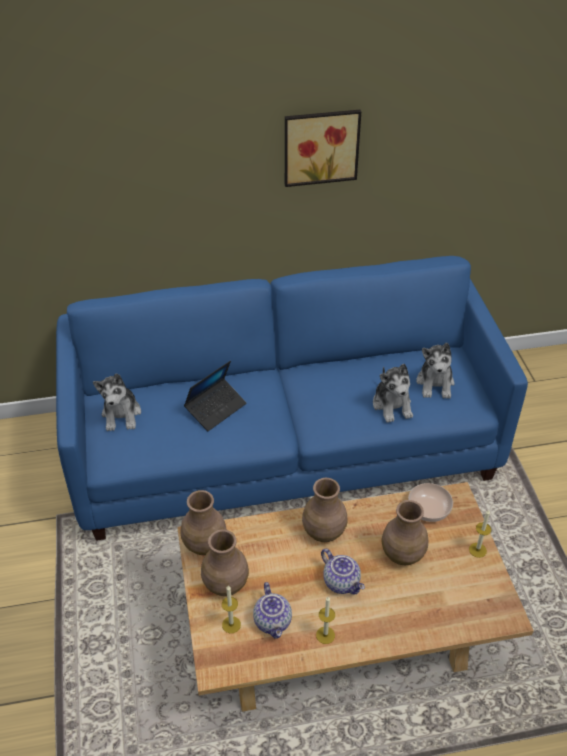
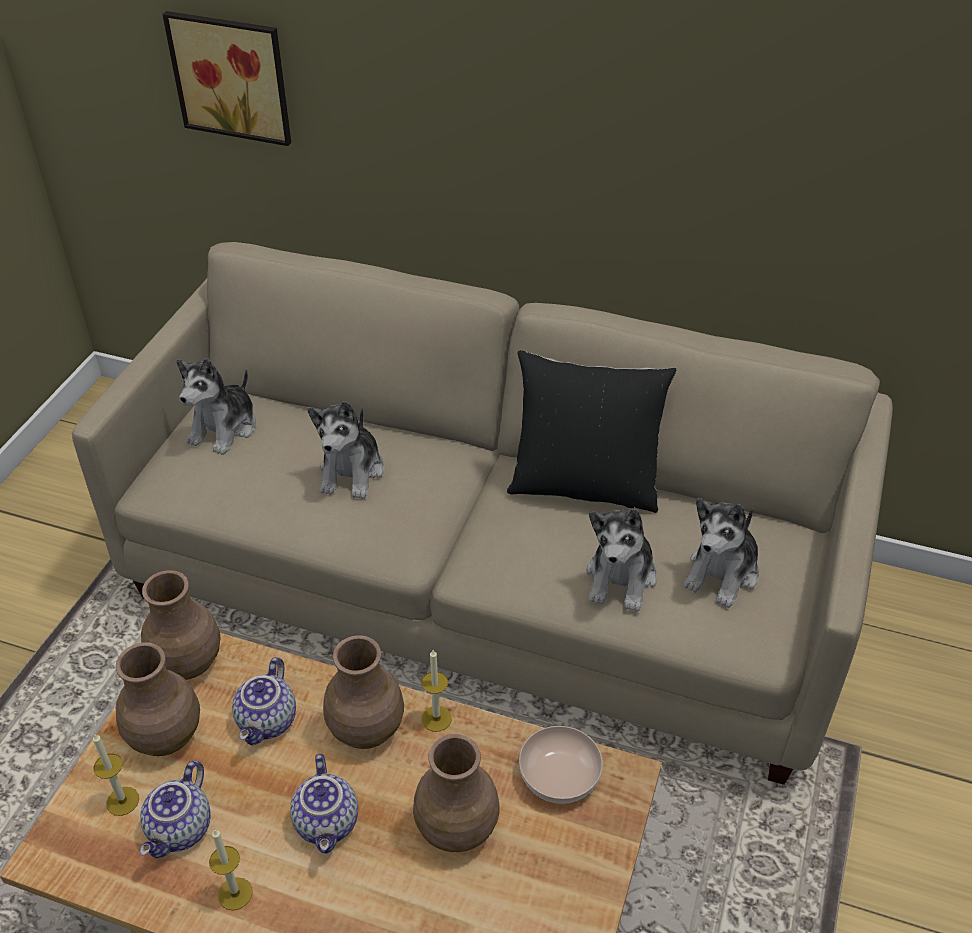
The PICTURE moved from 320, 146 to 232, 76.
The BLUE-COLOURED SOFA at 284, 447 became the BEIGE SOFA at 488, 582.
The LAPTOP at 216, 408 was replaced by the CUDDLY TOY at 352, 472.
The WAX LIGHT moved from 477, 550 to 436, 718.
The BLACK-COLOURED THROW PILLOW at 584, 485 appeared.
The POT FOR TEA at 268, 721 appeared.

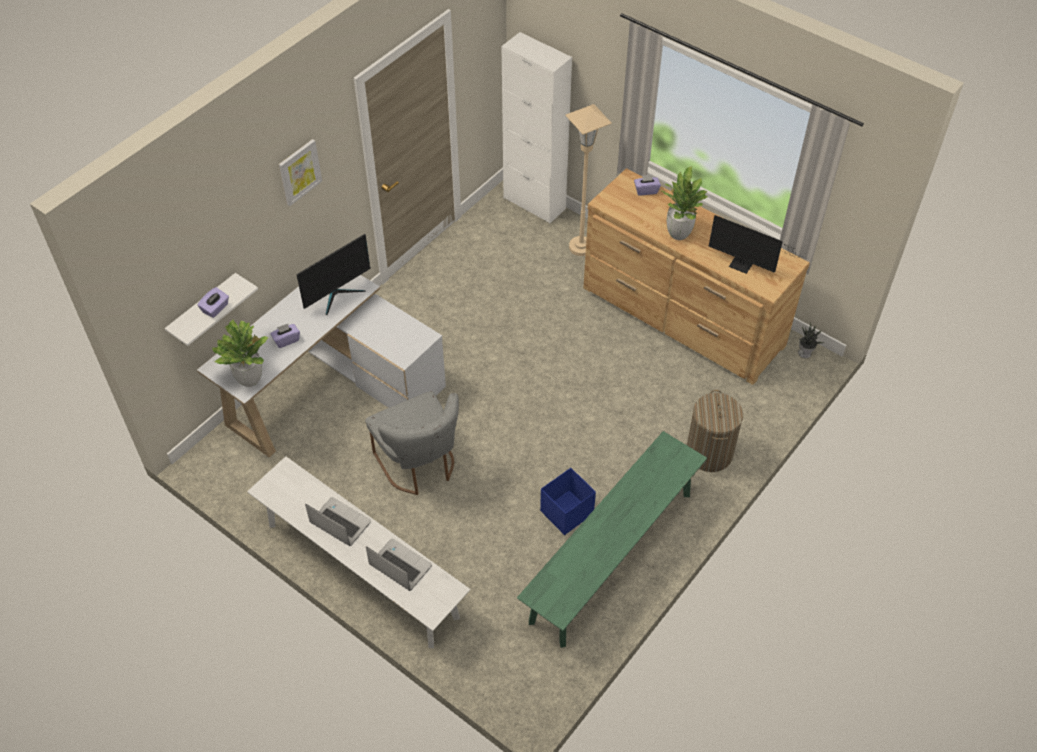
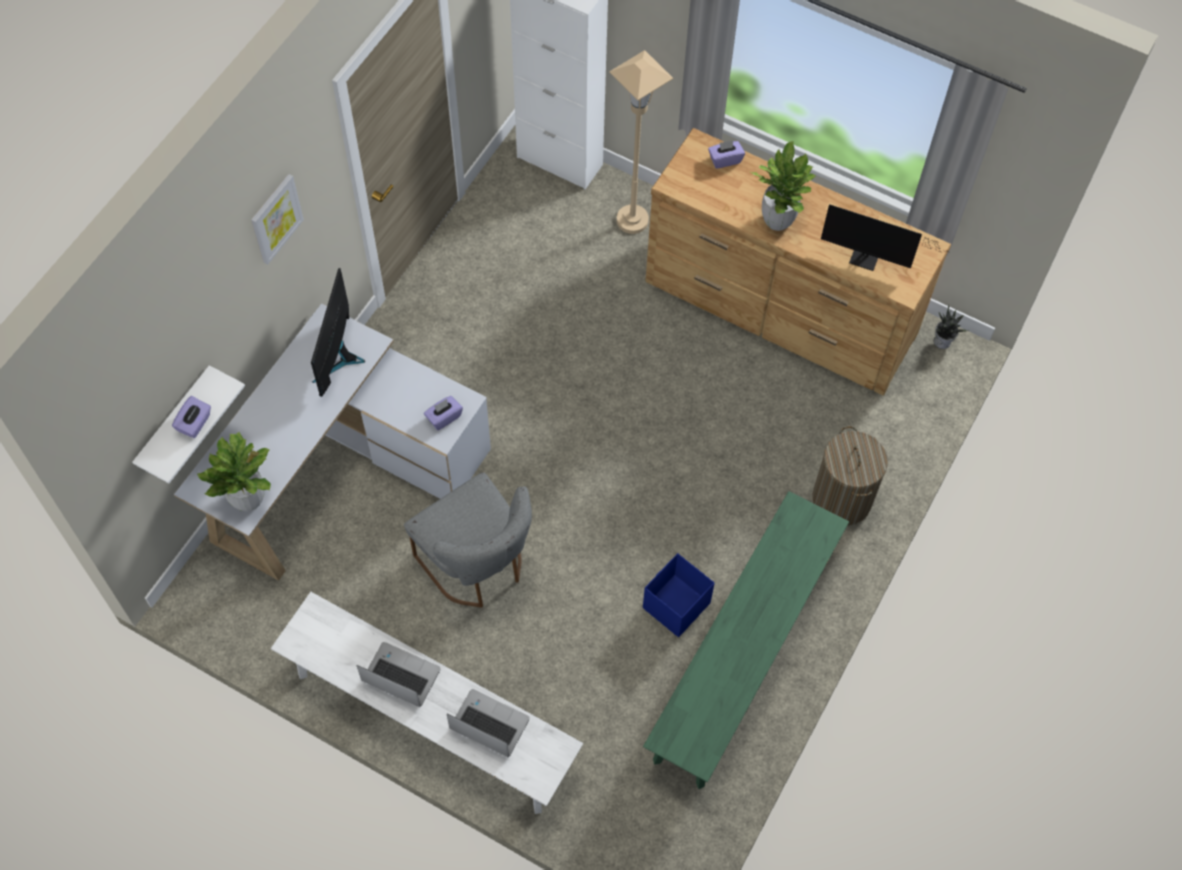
The COMPUTER SCREEN at 337, 294 turned 150 degrees clockwise.
The PURPLE-COLOURED TISSUE BOX moved from 286, 340 to 444, 417.

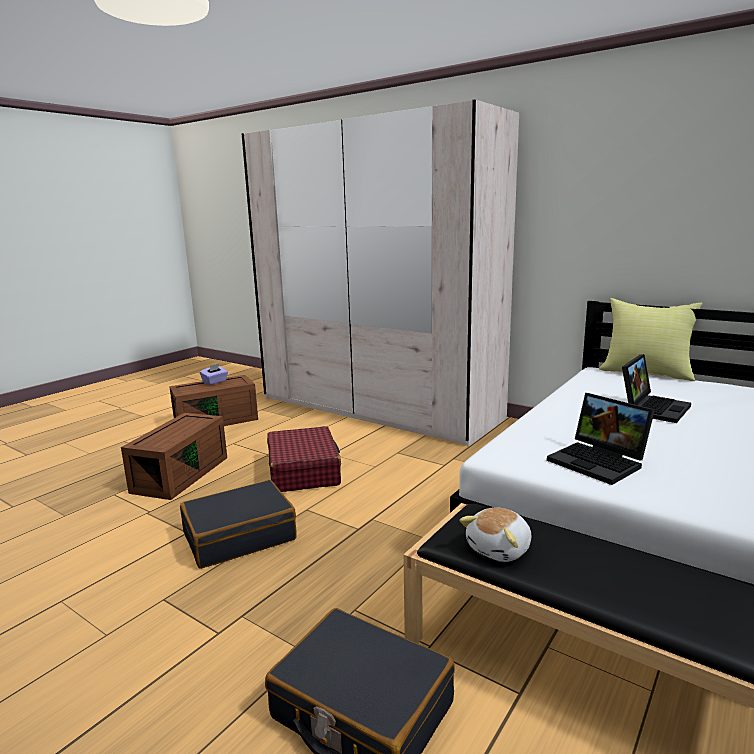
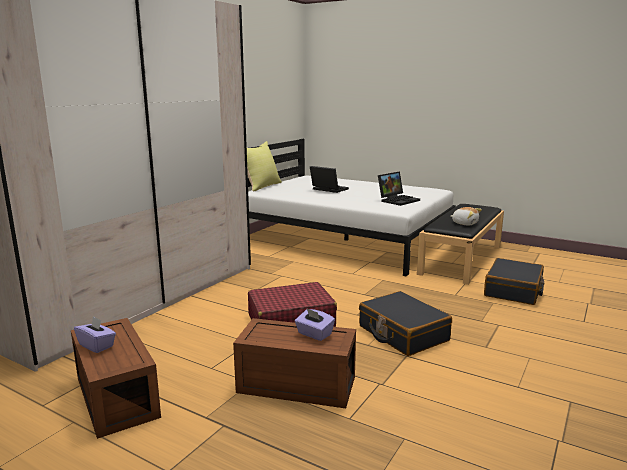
The PURPLE-COLOURED TISSUE BOX at 314, 334 appeared.

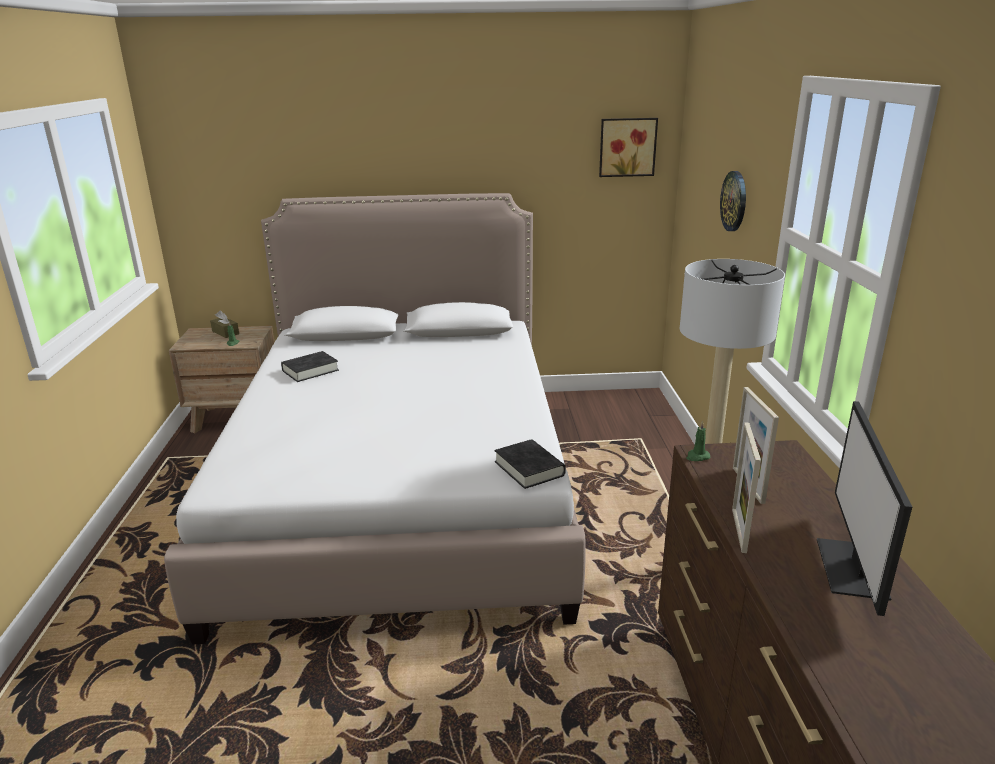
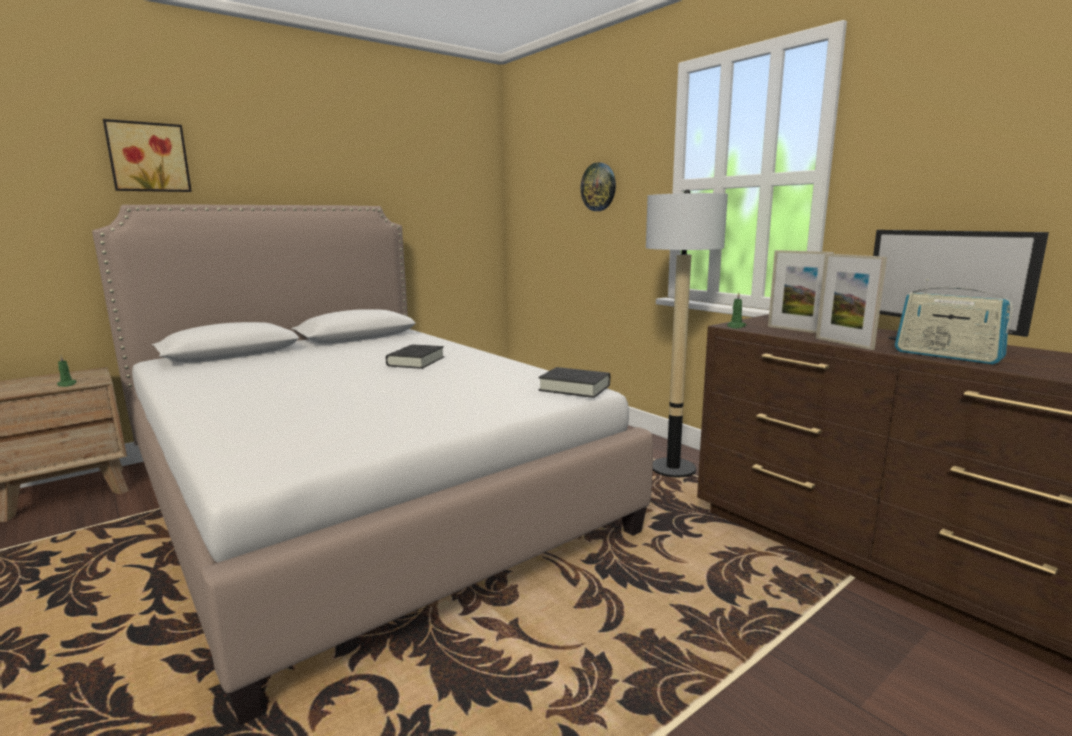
The PICTURE moved from 627, 147 to 148, 157.
The BROWN-COLOURED TISSUE BOX at 225, 333 disappeared.
The BLACK-COLOURED VOLUME moved from 310, 370 to 416, 361.
The RADIO RECEIVER at 946, 356 appeared.

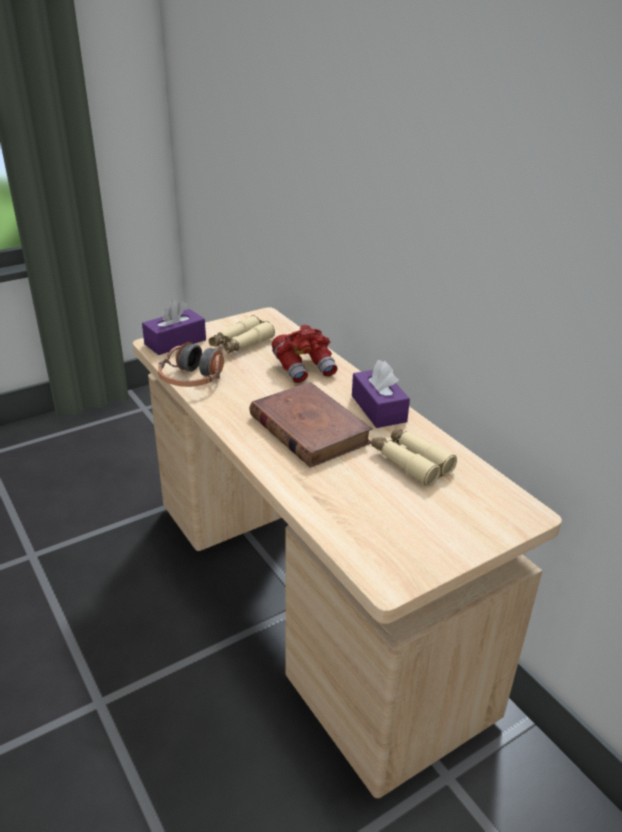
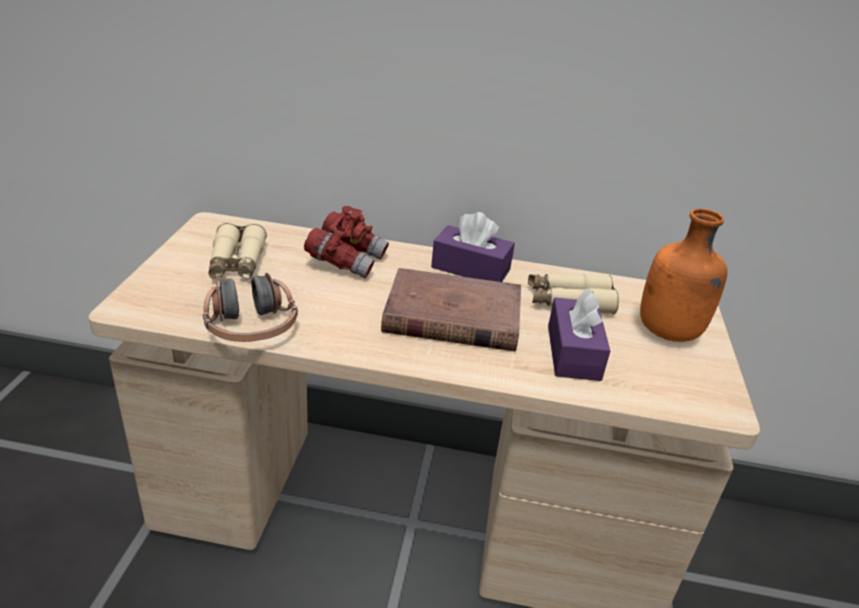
The PURPLE-COLOURED TISSUE BOX moved from 175, 342 to 573, 352.
The ORANGE BEVERAGE BOTTLE at 668, 333 appeared.

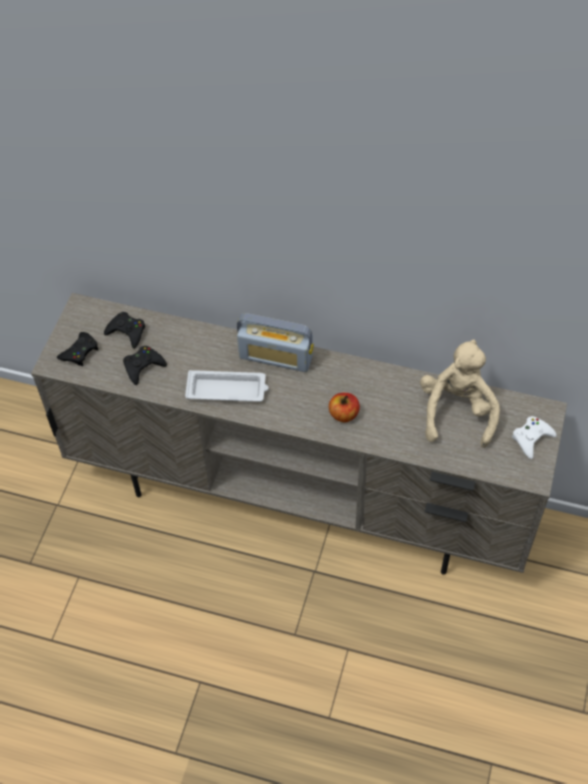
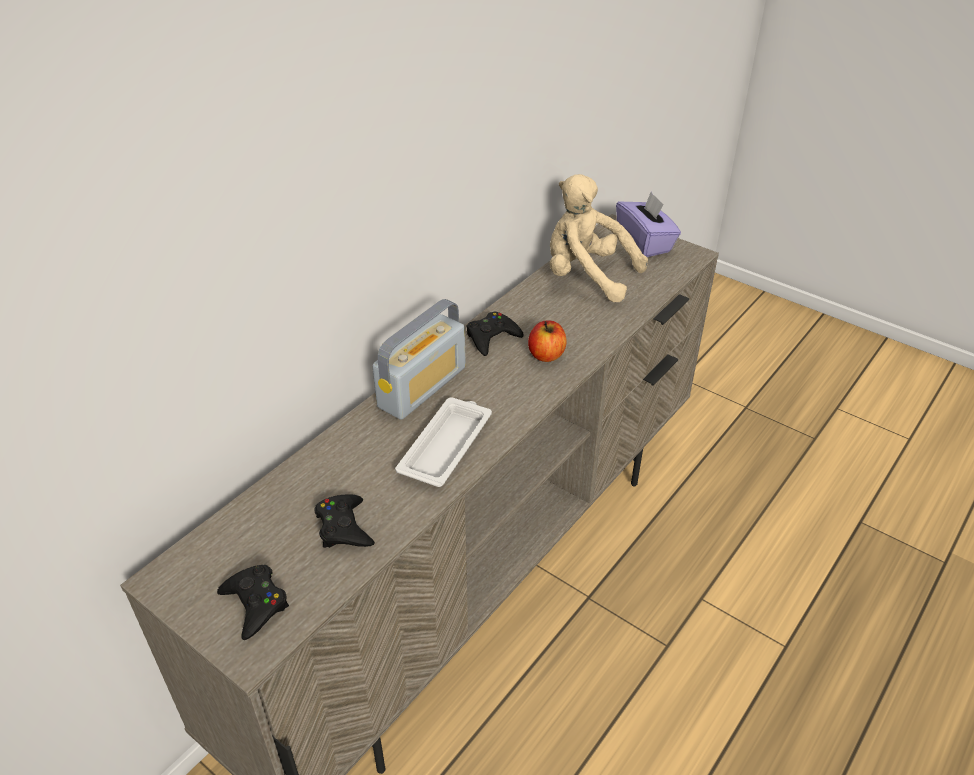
The BLACK-COLOURED GAMEPAD moved from 127, 332 to 492, 337.
The WHITISH GAMEPAD at 531, 438 was replaced by the PURPLE-COLOURED TISSUE BOX at 645, 243.

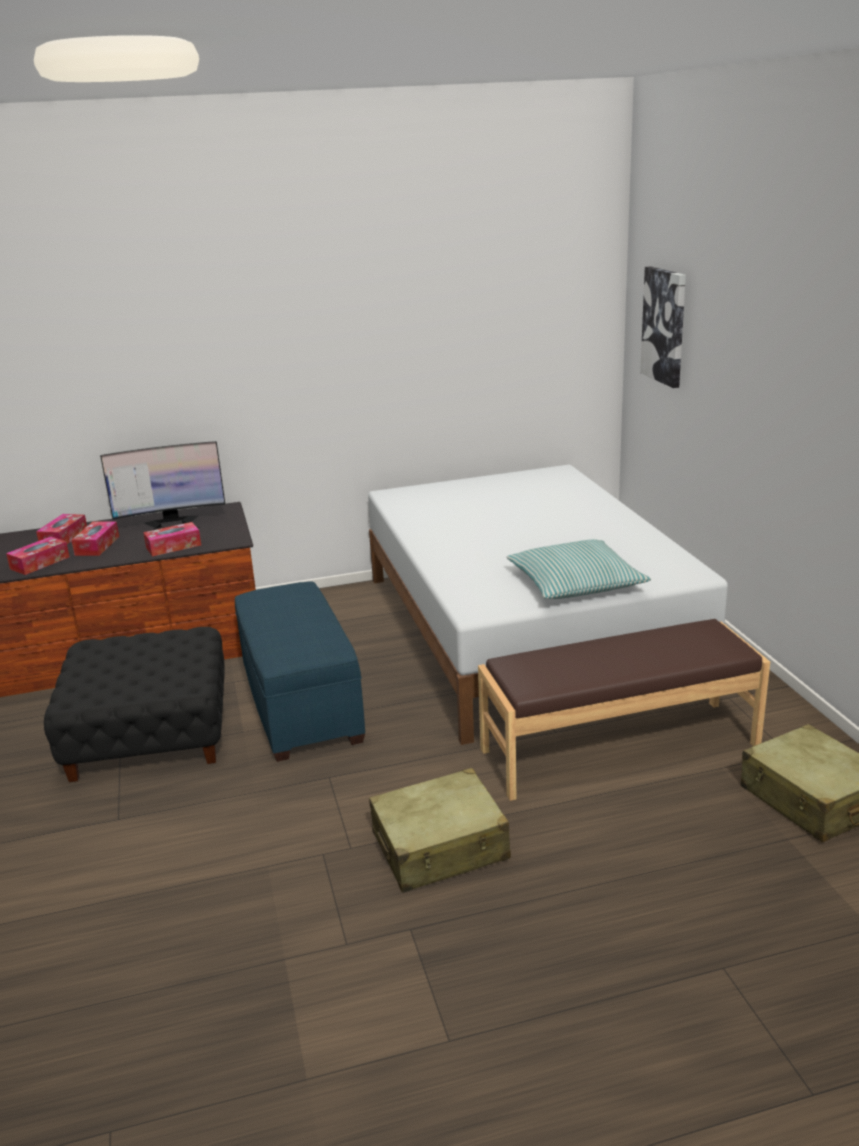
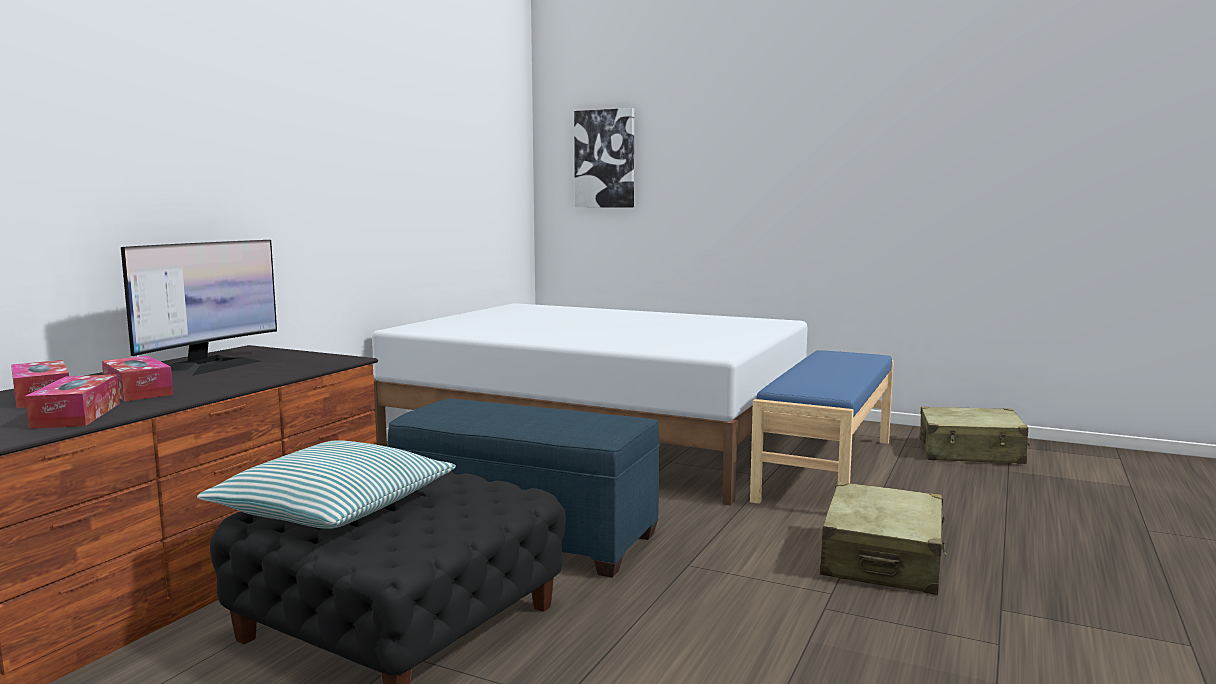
The TISSUE BOX at 173, 546 disappeared.
The THROW PILLOW moved from 575, 583 to 333, 508.
The BROWN-COLOURED BENCH at 618, 747 became the BLUE-COLOURED BENCH at 825, 469.

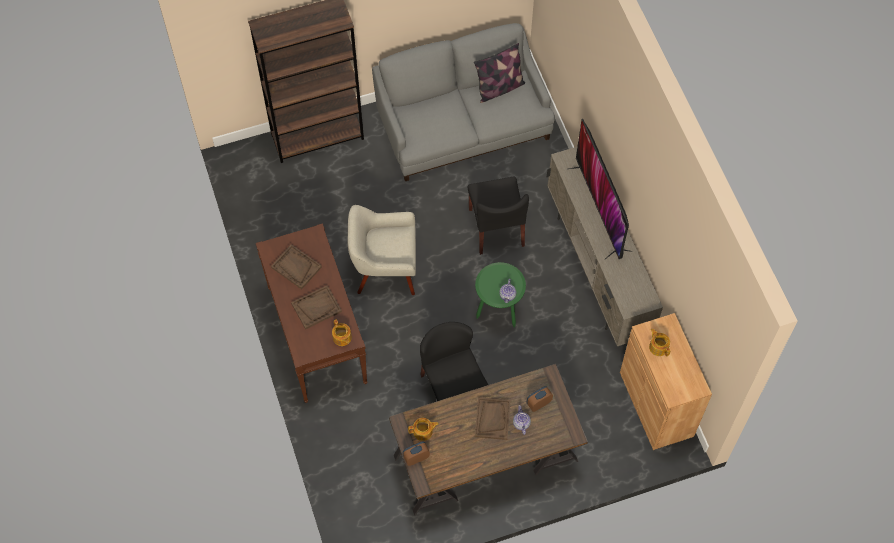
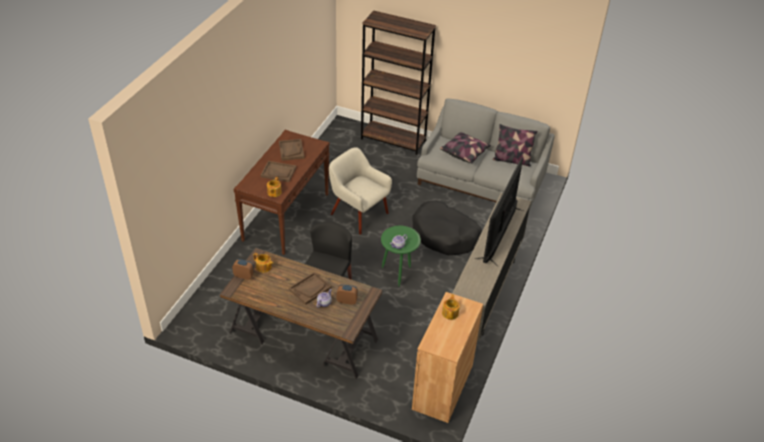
The BLACK-COLOURED UPRIGHT CHAIR at 496, 228 was replaced by the BLACK-COLOURED DOG BED at 445, 235.
The THROW PILLOW at 464, 152 appeared.

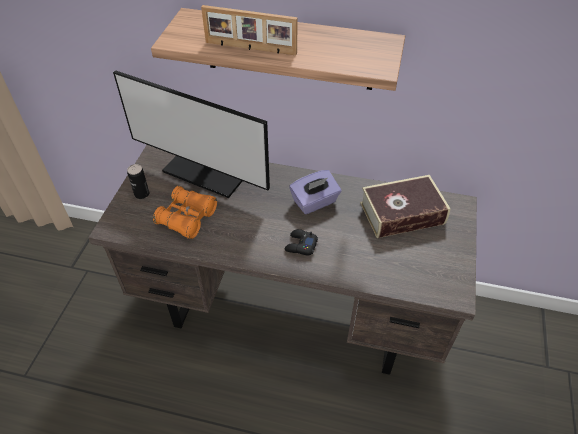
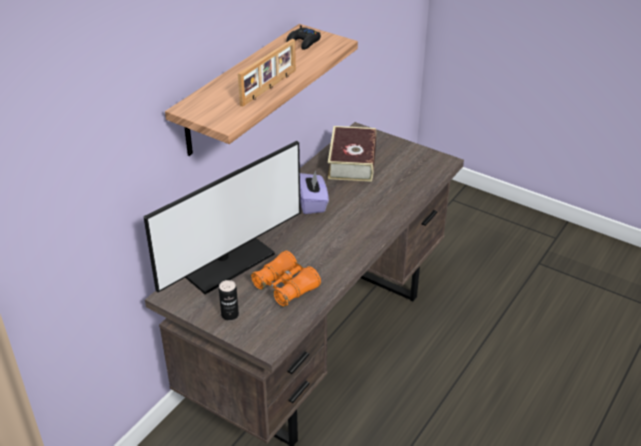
The BLACK-COLOURED GAMEPAD moved from 300, 245 to 304, 42.

